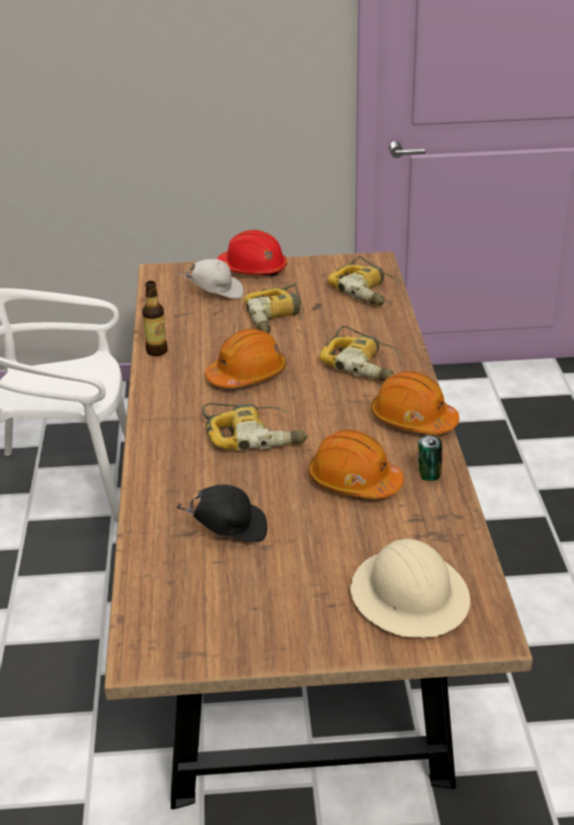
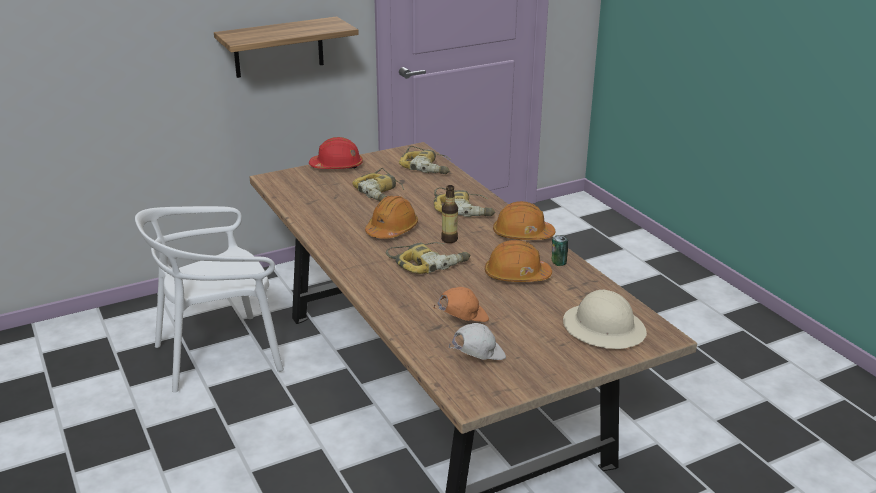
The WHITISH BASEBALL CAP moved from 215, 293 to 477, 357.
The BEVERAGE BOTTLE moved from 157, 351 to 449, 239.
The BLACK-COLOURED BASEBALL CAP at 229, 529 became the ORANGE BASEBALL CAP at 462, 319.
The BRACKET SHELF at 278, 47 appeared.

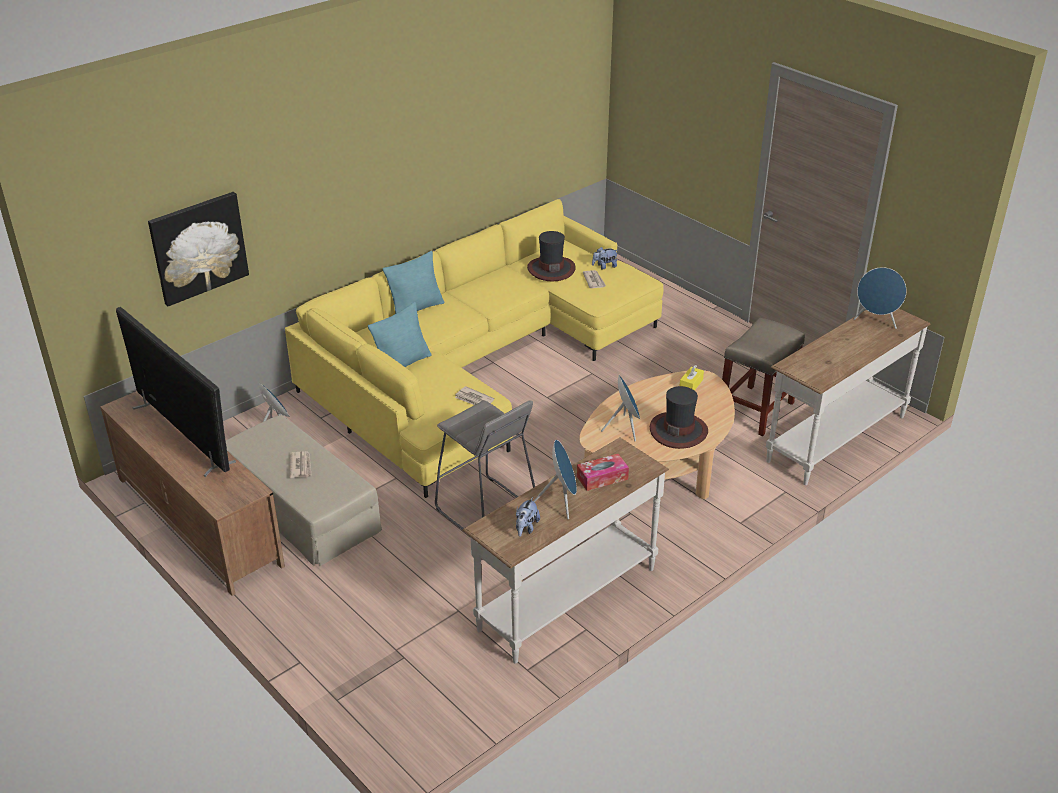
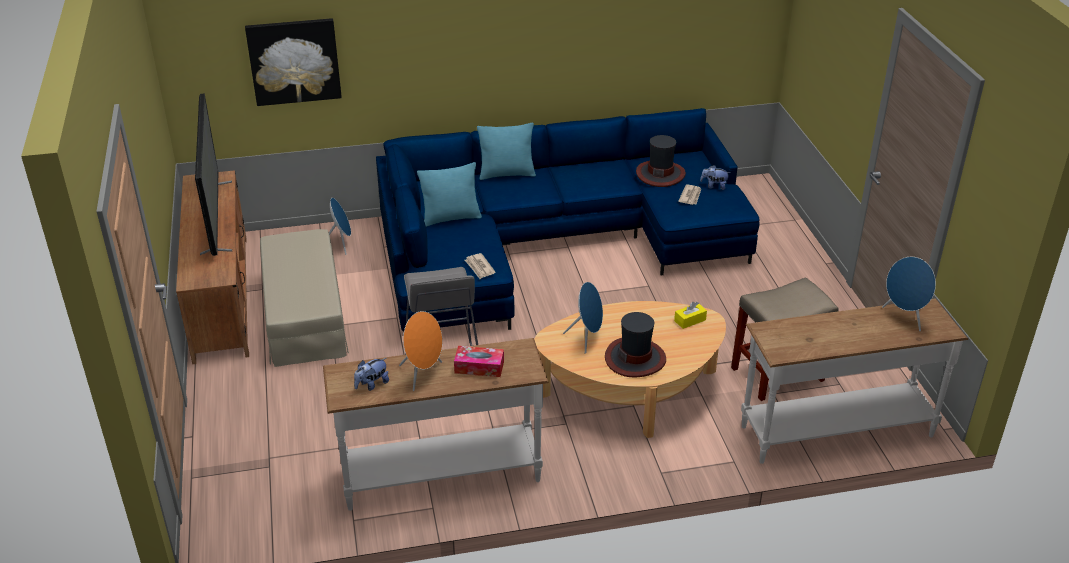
The YELLOWISH SOFA at 475, 365 became the BLUE-COLOURED SOFA at 550, 244.
The BLUE-COLOURED LOUDSPEAKER at 561, 502 became the ORANGE LOUDSPEAKER at 423, 374.
The PRINTED PAPER at 301, 466 disappeared.

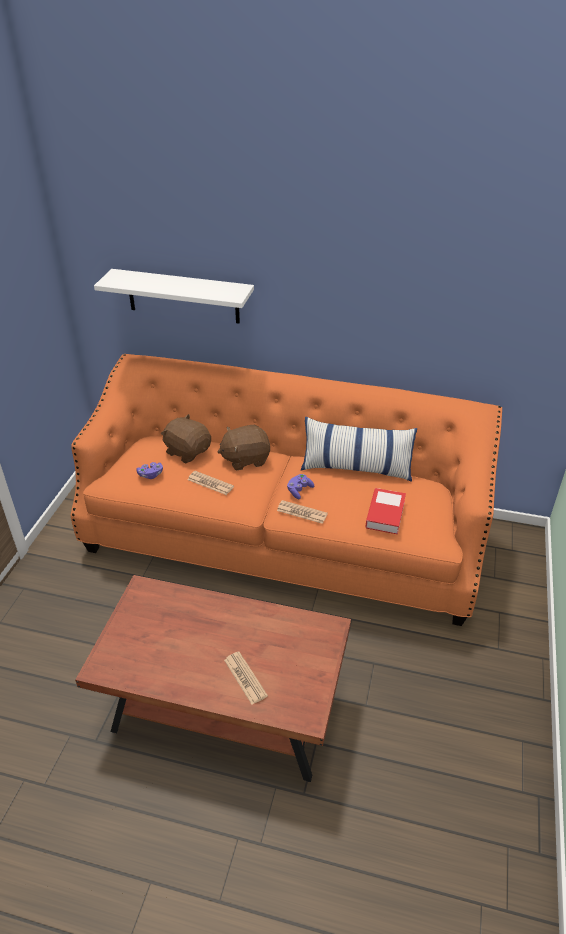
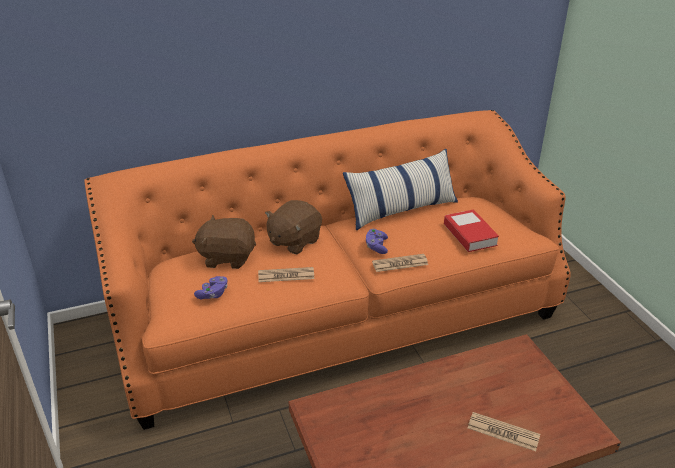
The WHITISH BRACKET SHELF at 183, 296 disappeared.

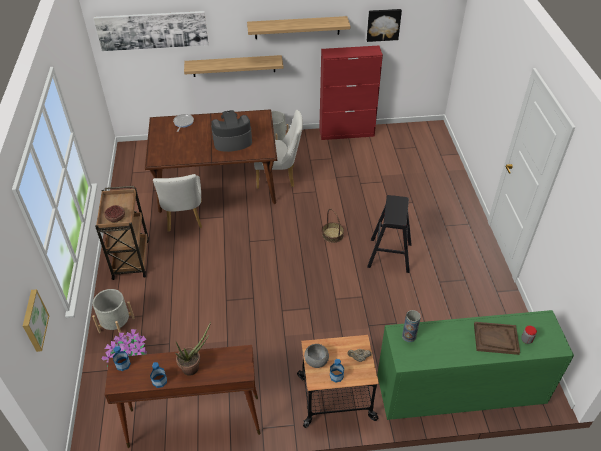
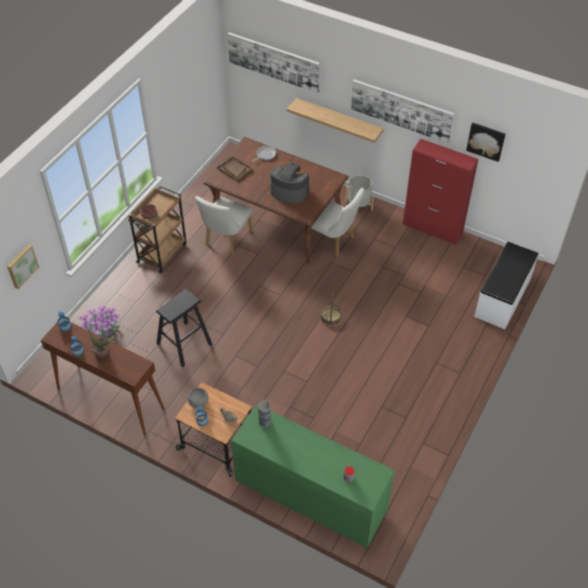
The BRACKET SHELF at 297, 27 was replaced by the PICTURE at 401, 110.
The BLACK-COLOURED SITTING STOOL moved from 389, 255 to 184, 344.
The GREY FLOWER POT at 116, 325 disappeared.
The BROWN-COLOURED TRAY moved from 495, 339 to 234, 169.
The WHITISH BENCH at 503, 298 appeared.

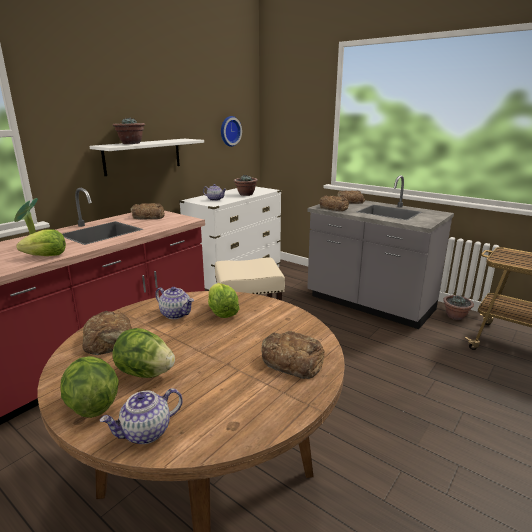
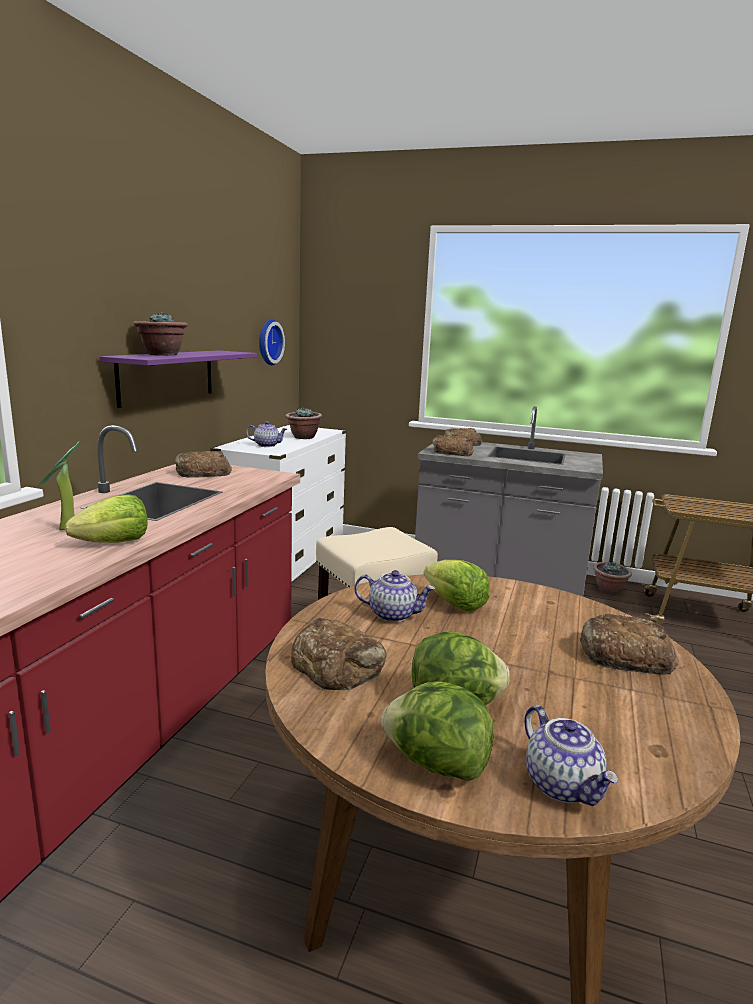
The WHITISH BRACKET SHELF at 143, 156 became the PURPLE-COLOURED BRACKET SHELF at 167, 376.
The POT FOR TEA at 146, 433 turned 60 degrees counterclockwise.

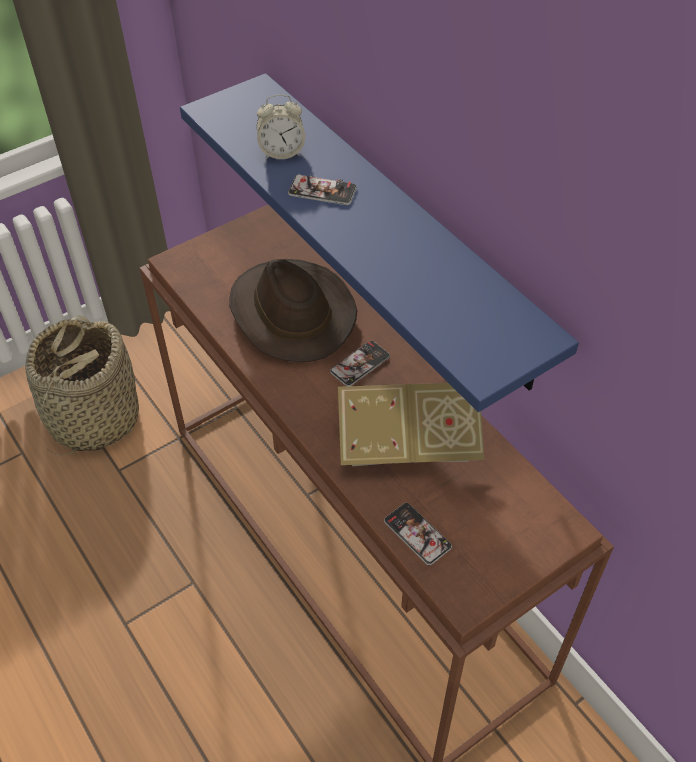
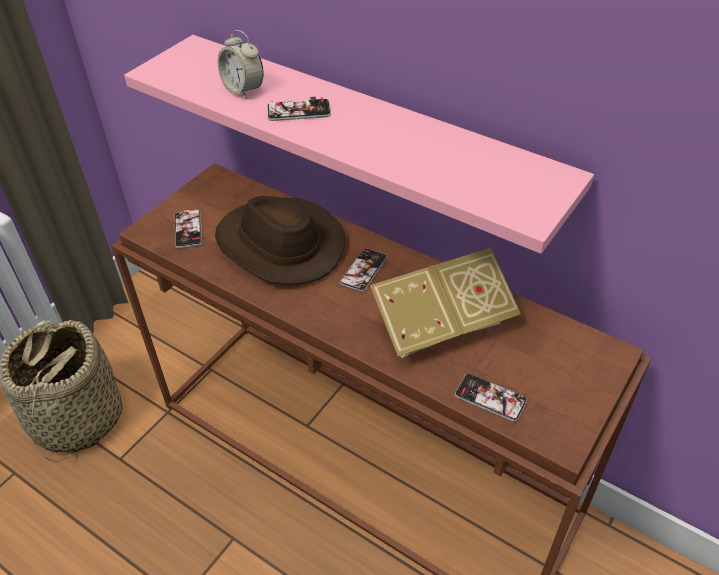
The BLUE-COLOURED BRACKET SHELF at 399, 227 became the PINK BRACKET SHELF at 368, 135.
The TABLE CLOCK at 282, 152 turned 75 degrees clockwise.
The PHONE at 188, 230 appeared.

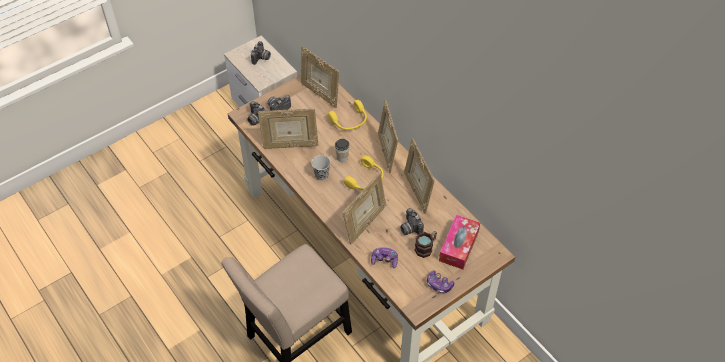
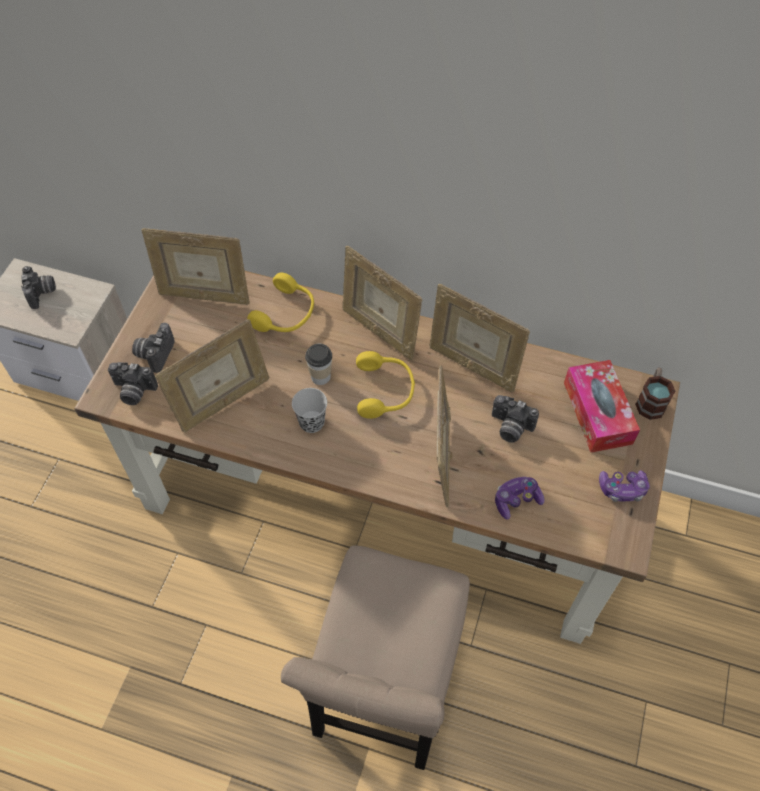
The MUG moved from 426, 248 to 651, 401.

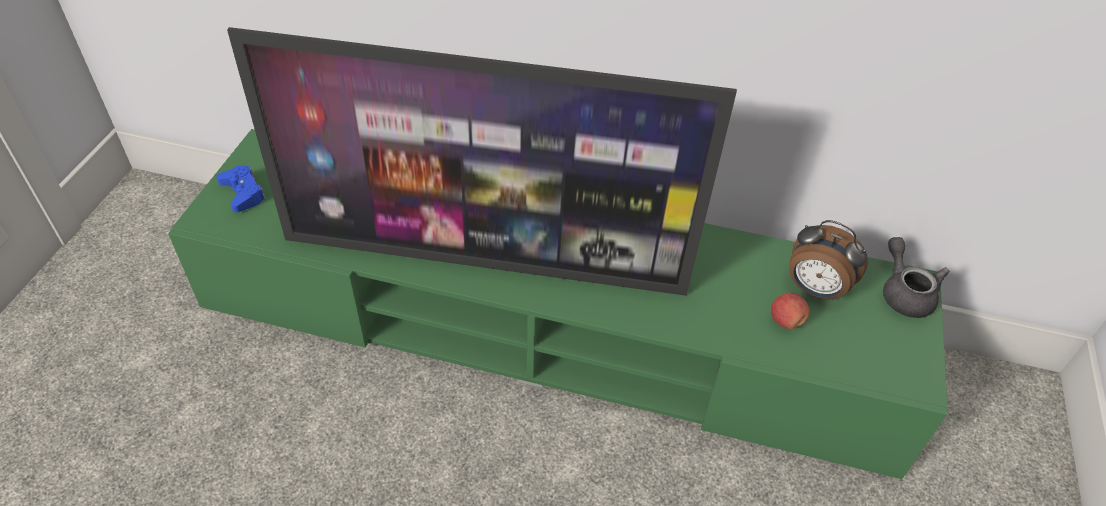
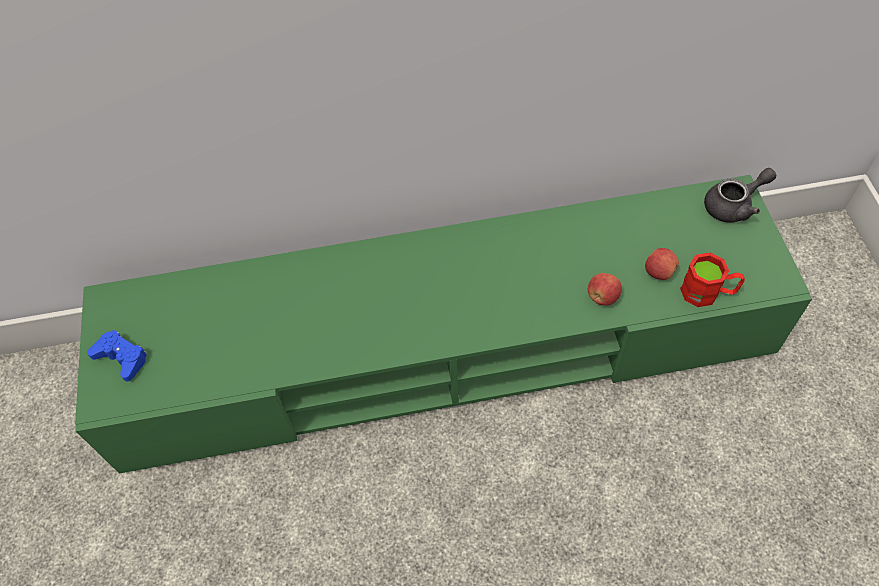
The TELEVISION at 485, 262 disappeared.
The TABLE CLOCK at 814, 290 disappeared.
The GREY POT FOR TEA at 904, 293 turned 105 degrees clockwise.
The RED MUG at 707, 292 appeared.
The APPLE FRUIT at 602, 297 appeared.

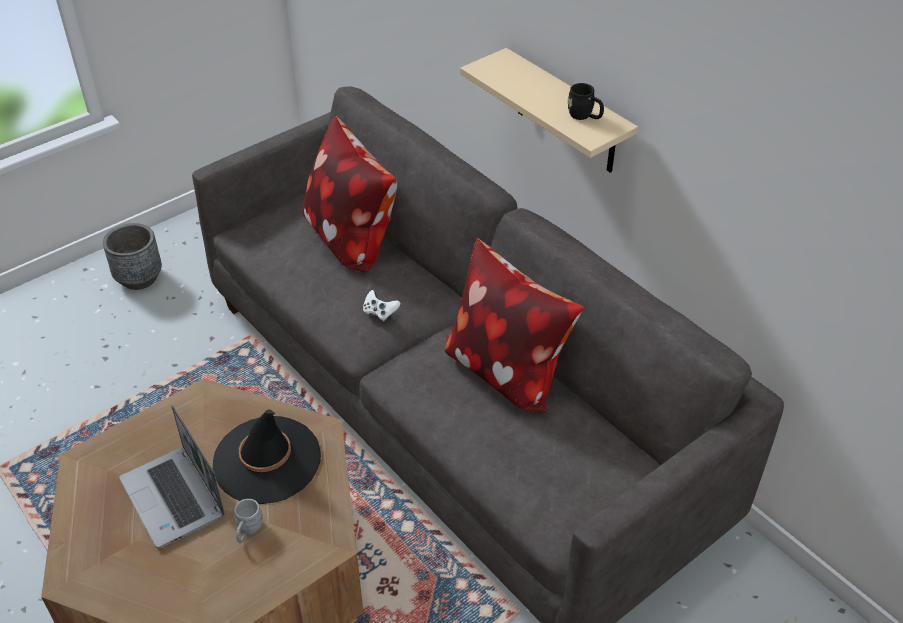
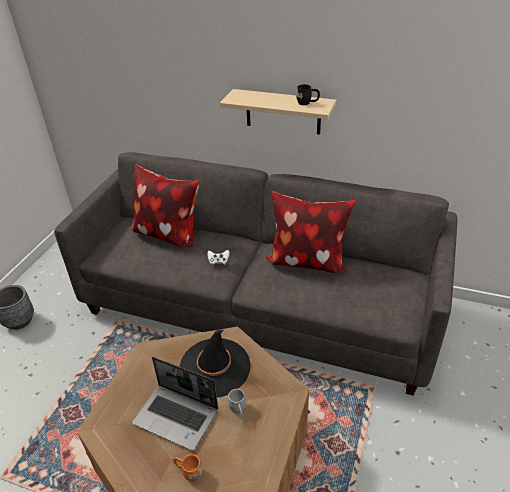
The ORANGE MUG at 188, 472 appeared.

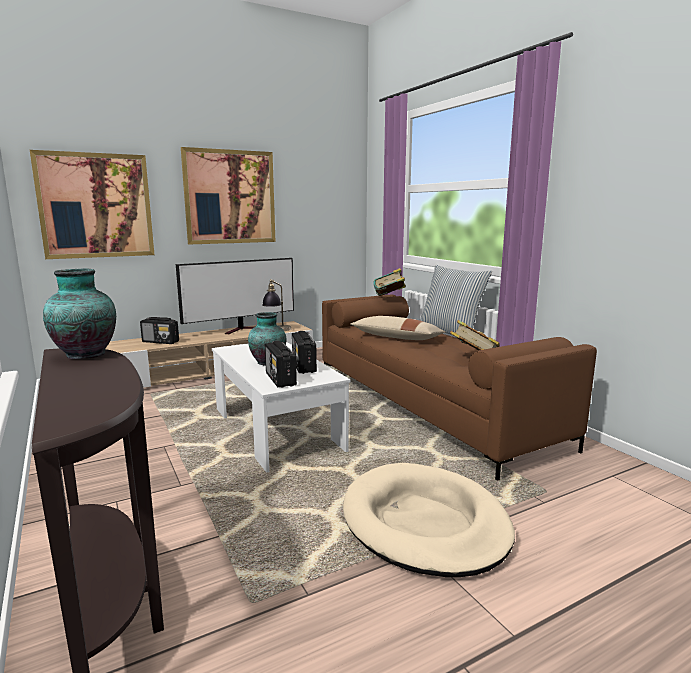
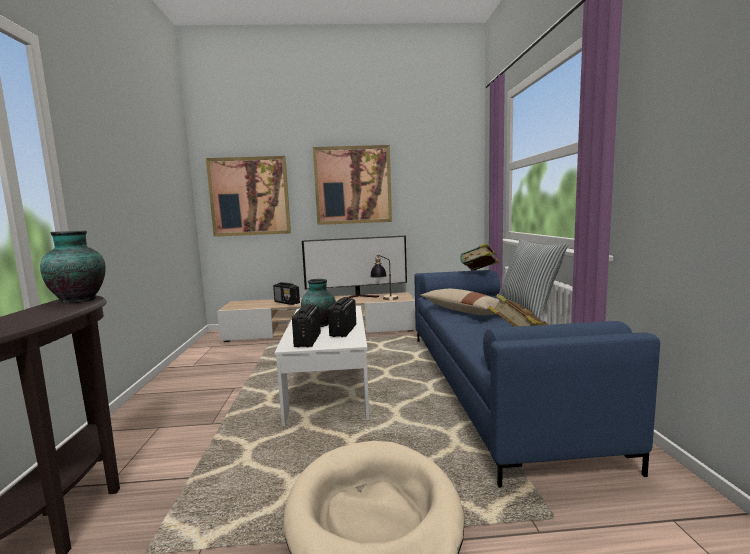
The BROWN-COLOURED SOFA at 429, 405 became the BLUE-COLOURED SOFA at 493, 386.

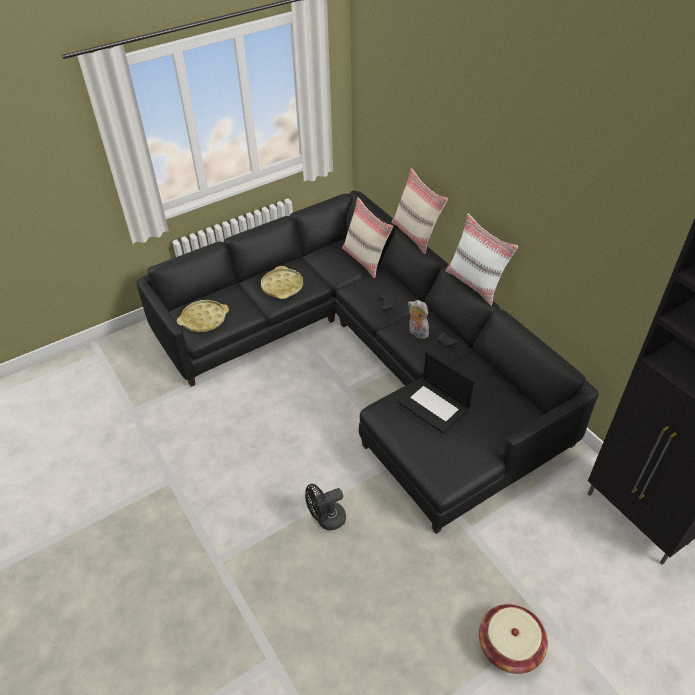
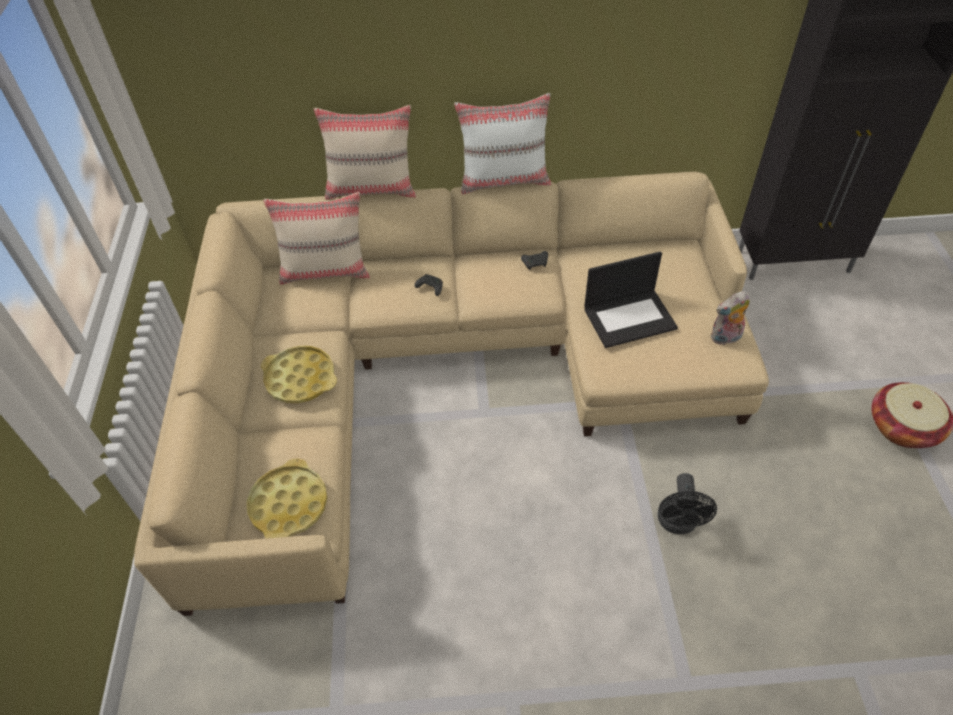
The BLACK-COLOURED SOFA at 367, 358 became the BEIGE SOFA at 445, 368.
The CUDDLY TOY moved from 417, 333 to 725, 338.

